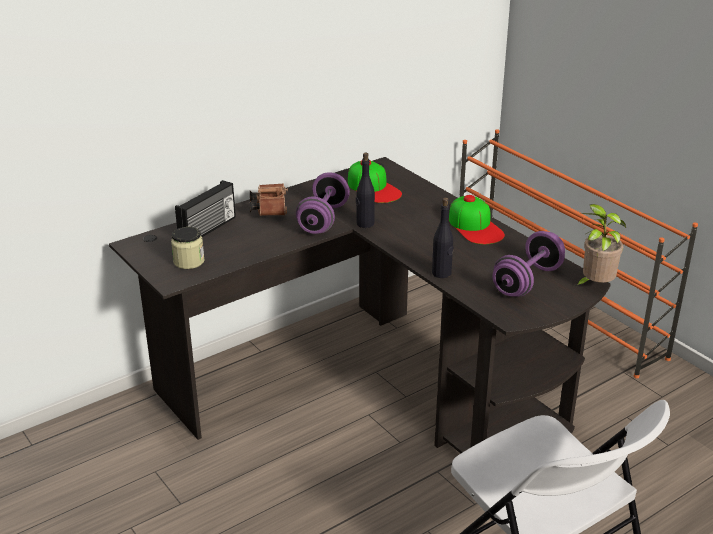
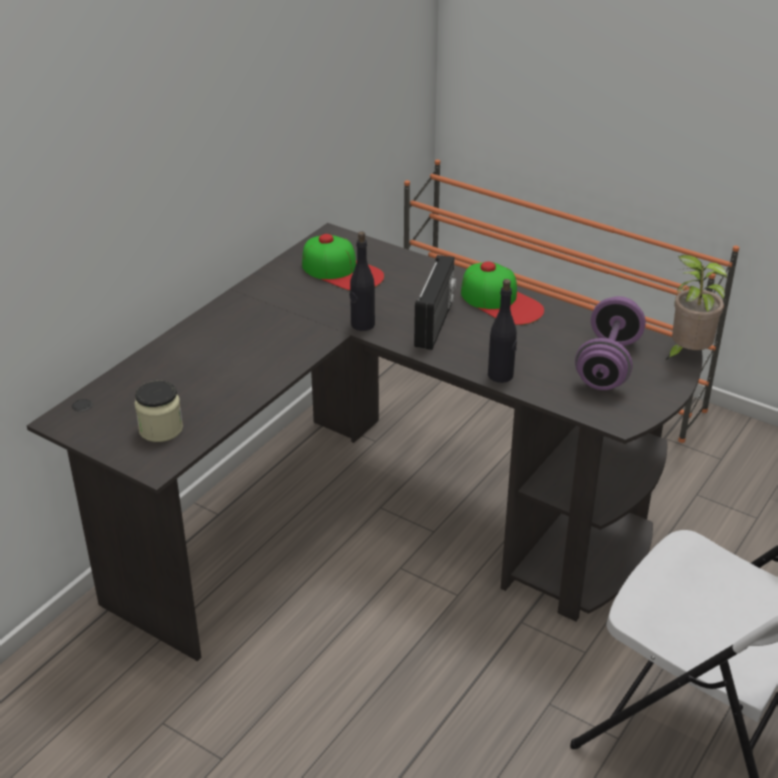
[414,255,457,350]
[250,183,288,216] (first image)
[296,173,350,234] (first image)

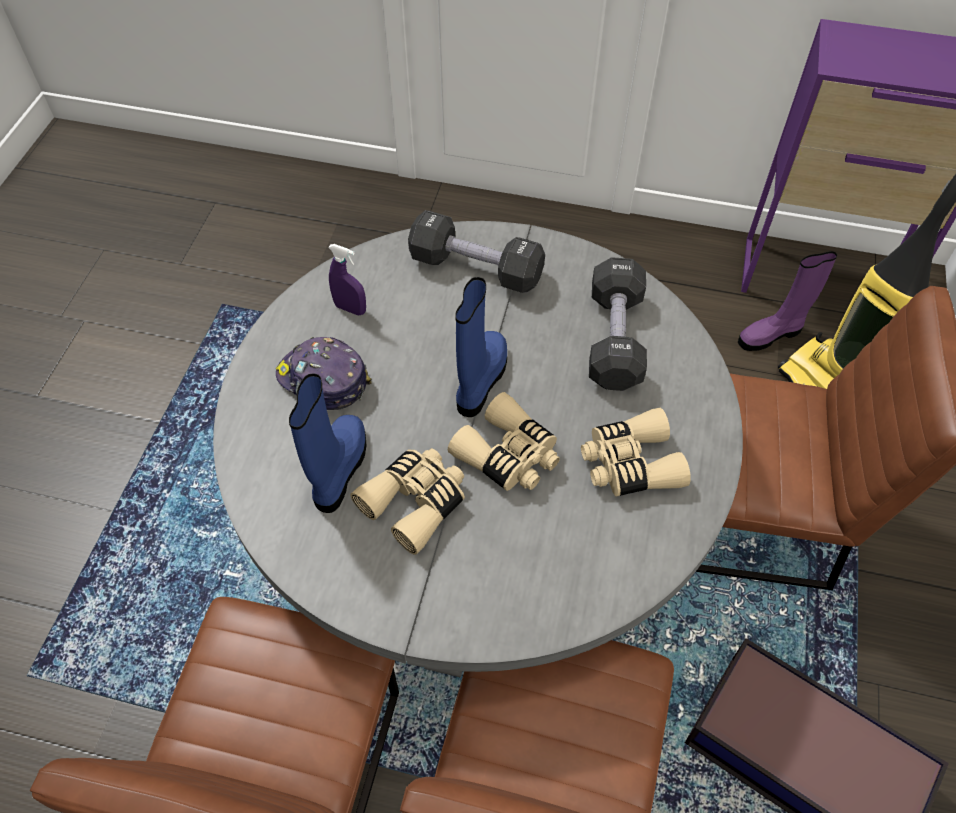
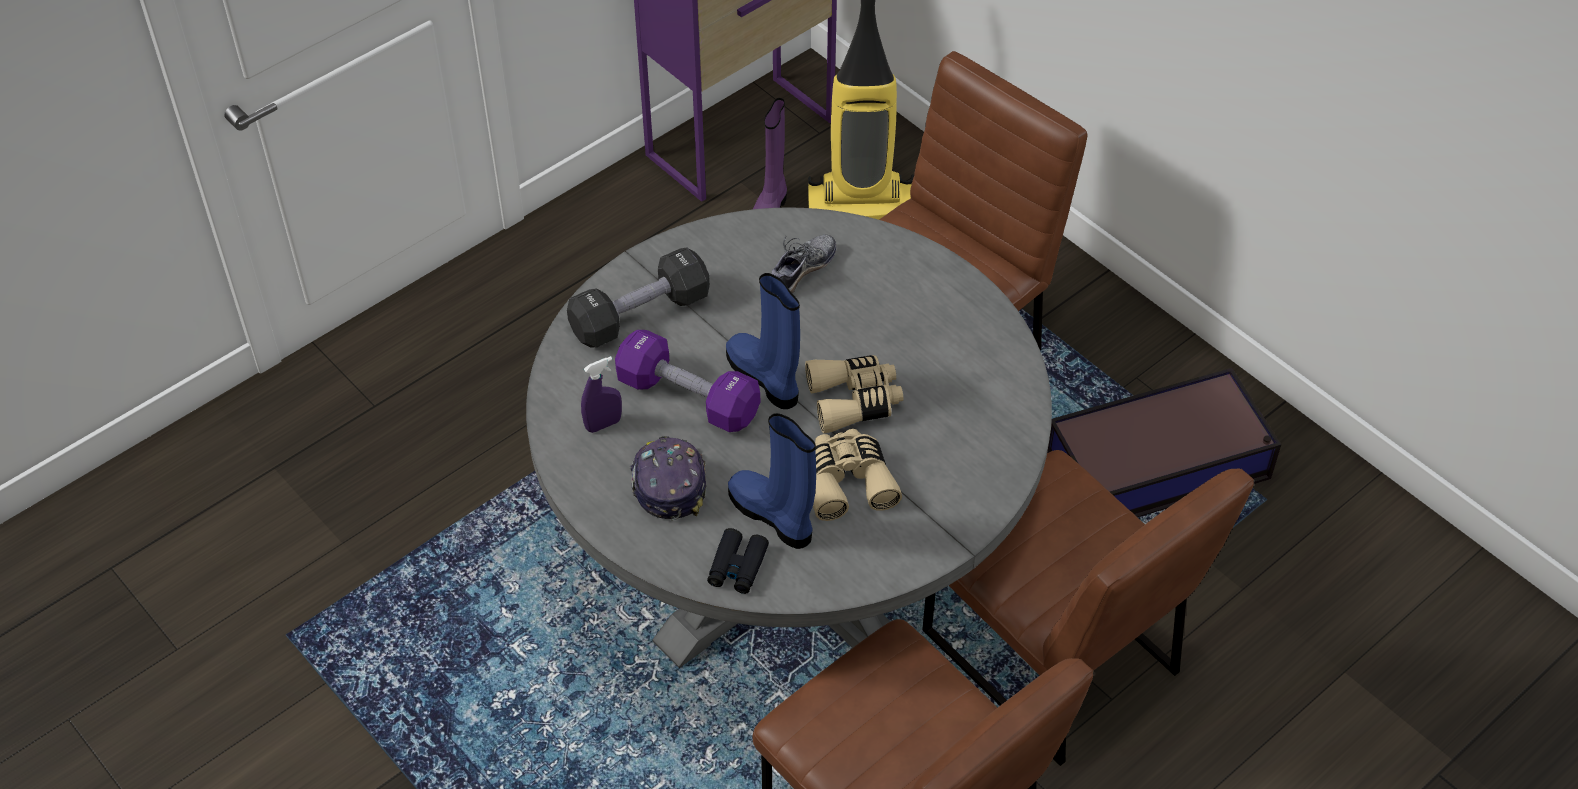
[630,436,707,521]
[581,408,691,497] (first image)
[771,235,836,293]
[615,330,760,432]
[707,528,769,594]

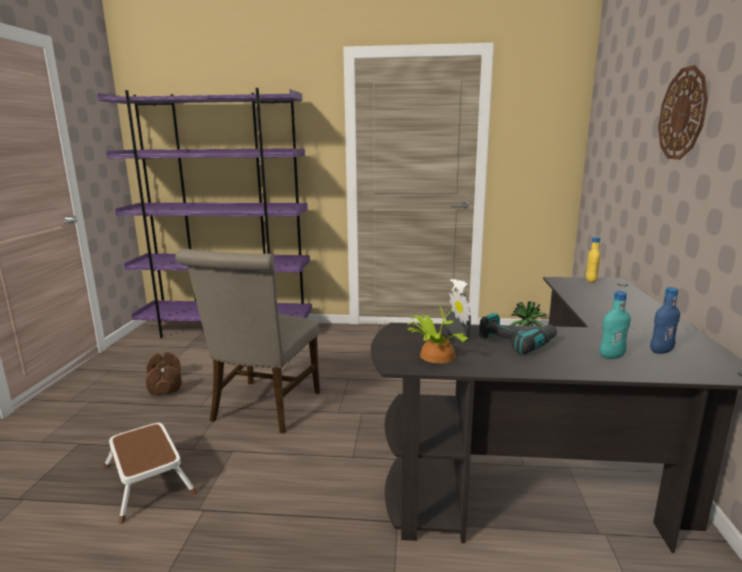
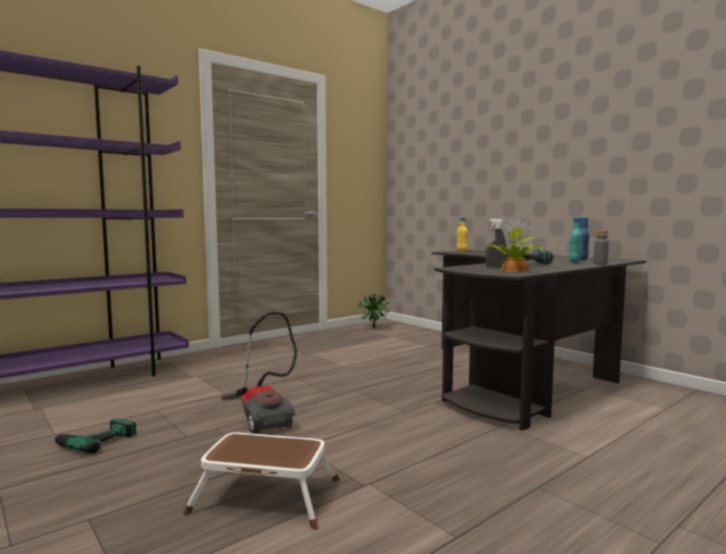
[48,419,136,453]
[221,312,297,434]
[658,65,708,160] (first image)
[593,231,609,265]

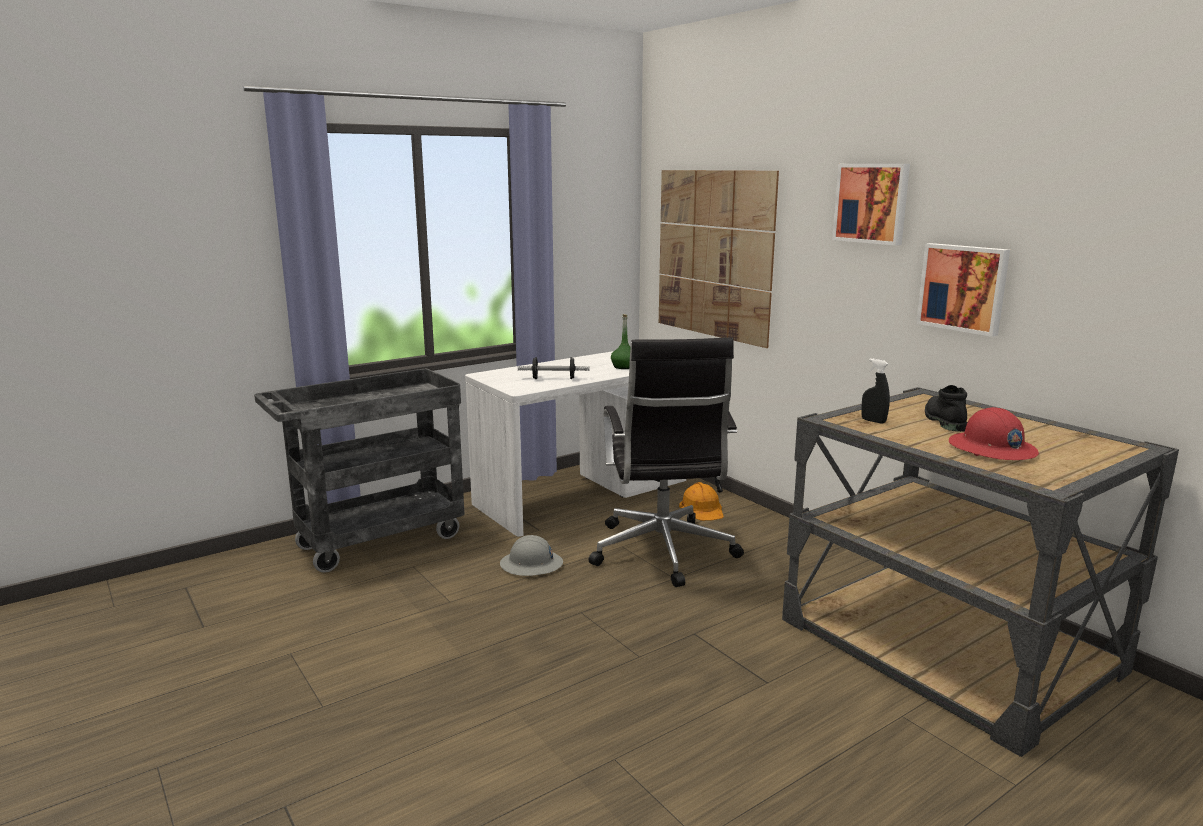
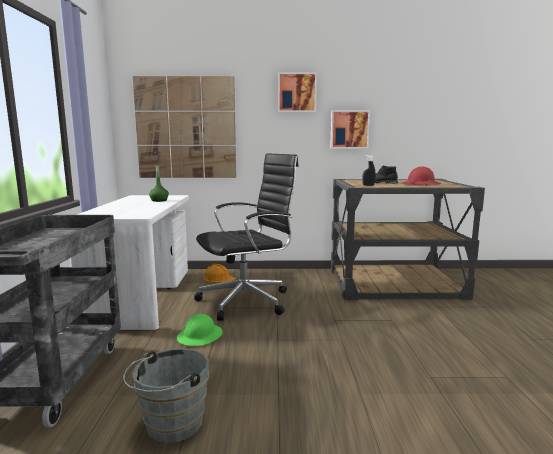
[177,314,223,346]
[518,357,590,379] (first image)
[194,153,299,321]
[123,348,209,443]

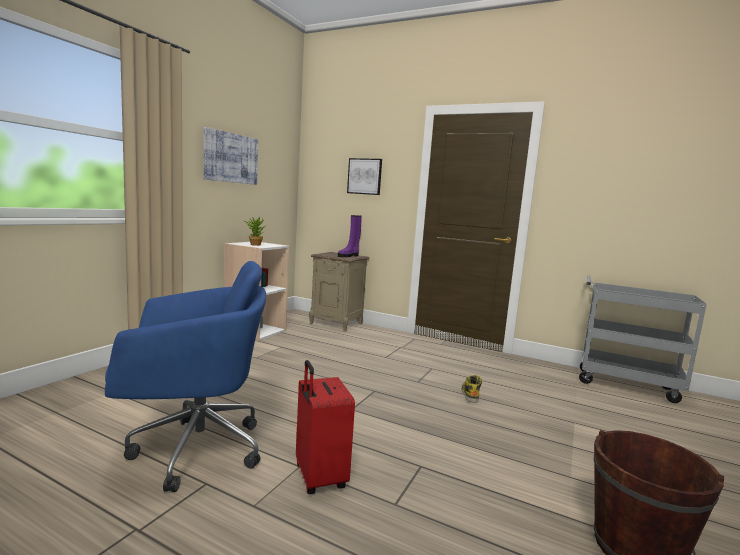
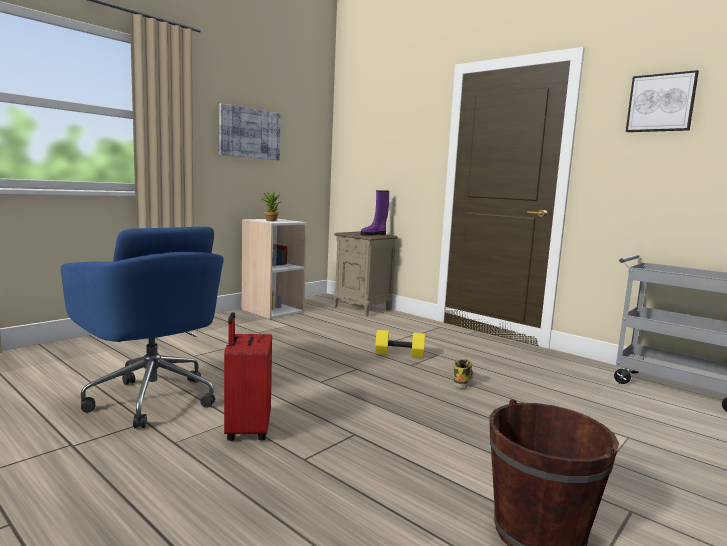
[61,227,224,428]
[626,70,699,132]
[375,330,425,358]

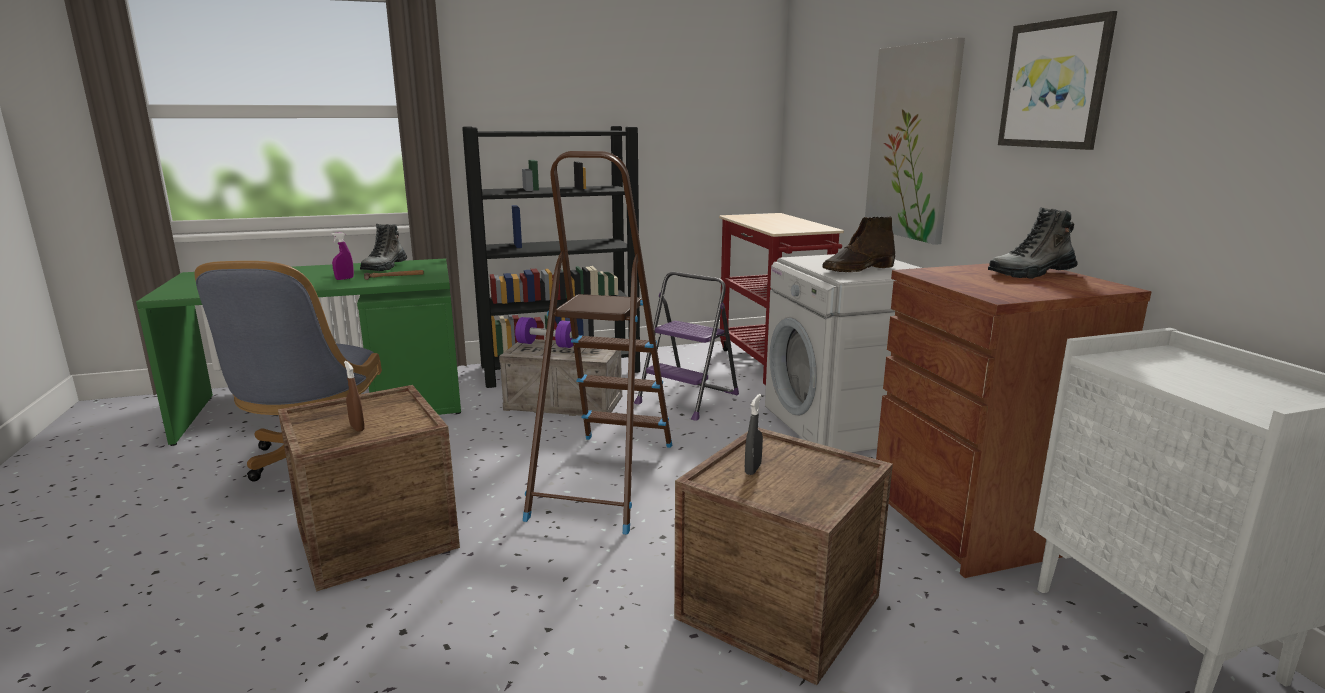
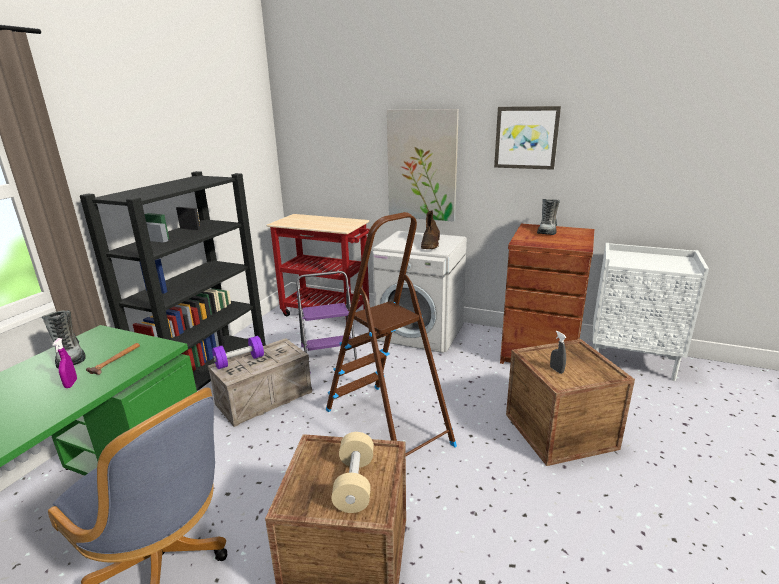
[331,432,374,513]

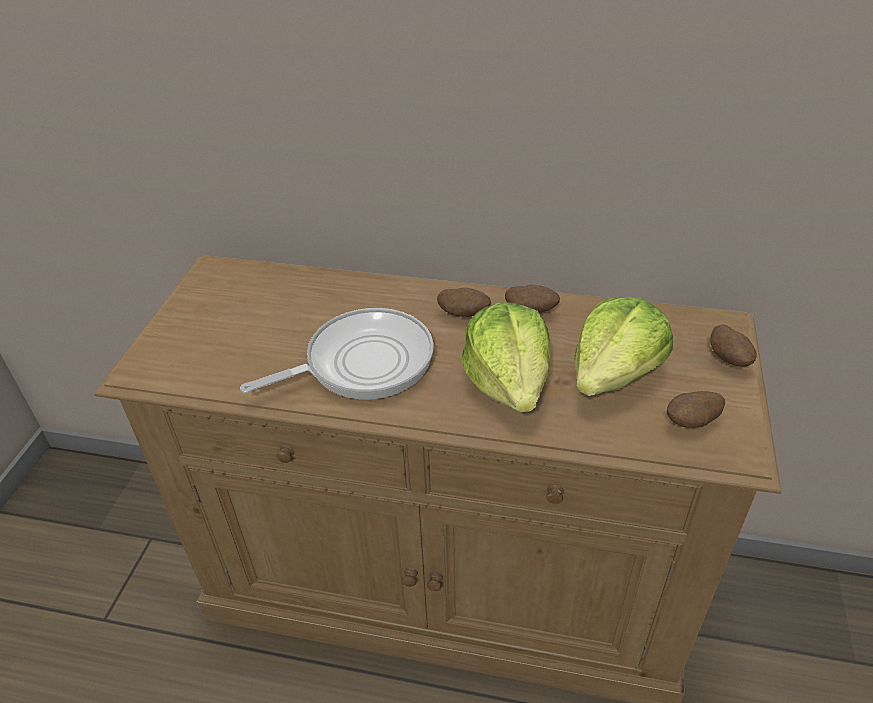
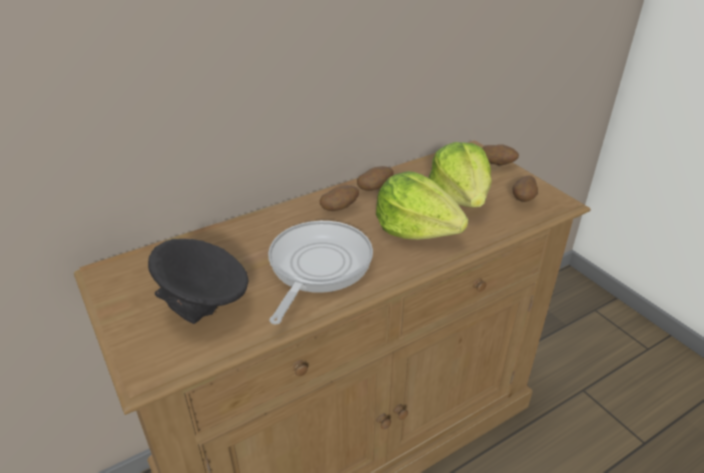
[148,239,248,324]

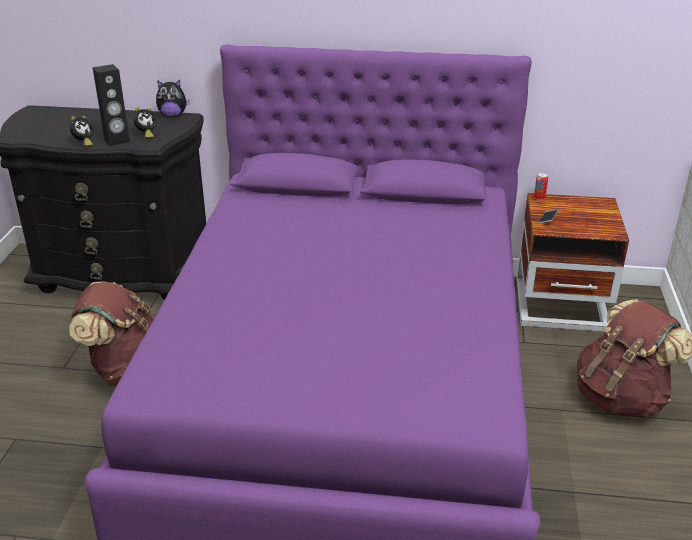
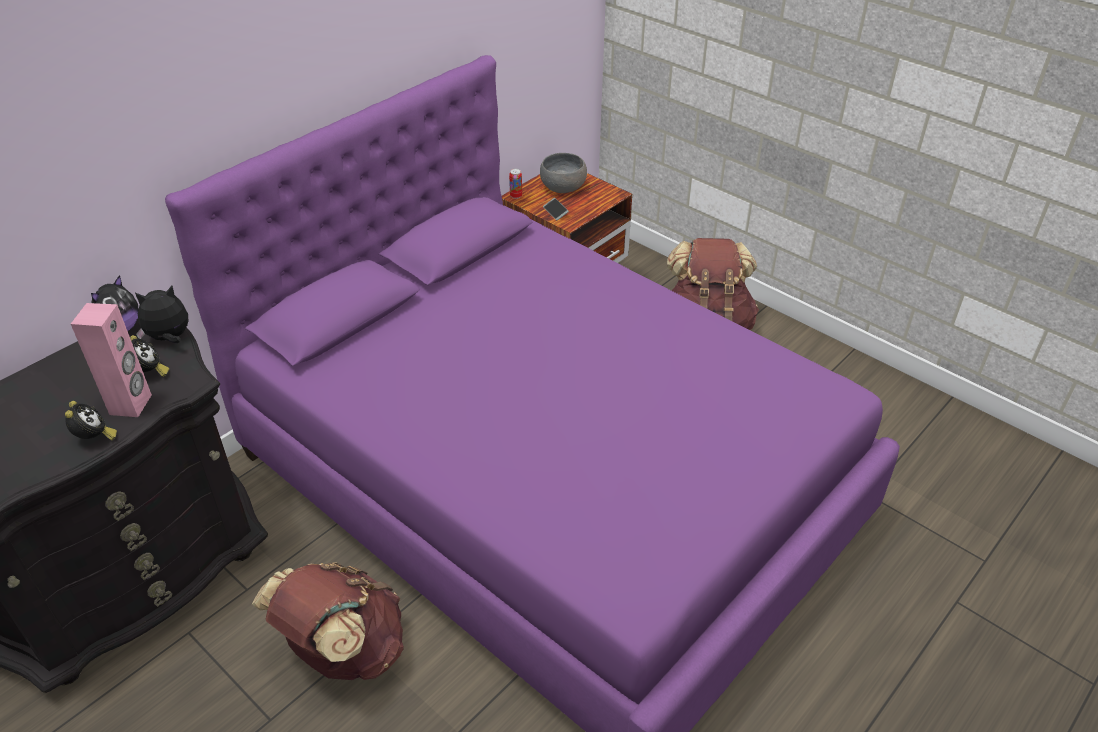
[71,303,152,417]
[135,286,188,343]
[540,153,587,193]

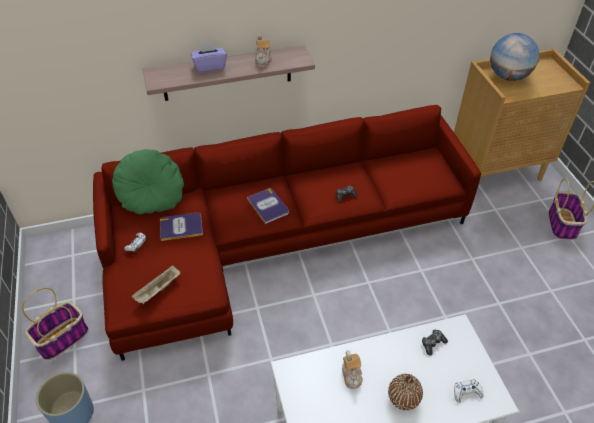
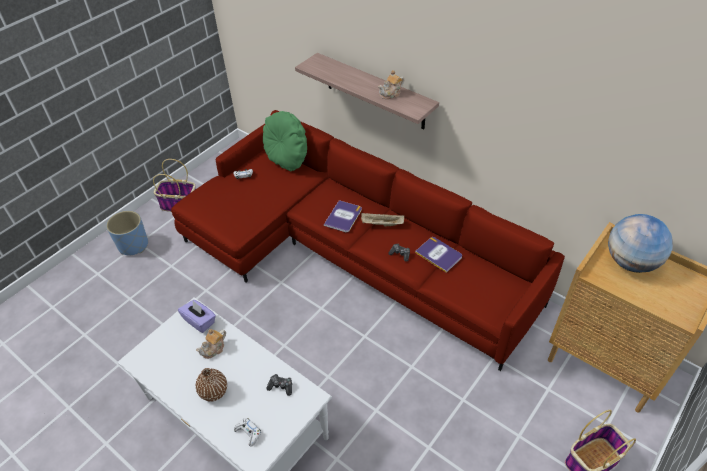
[361,213,404,226]
[415,237,462,273]
[178,300,216,333]

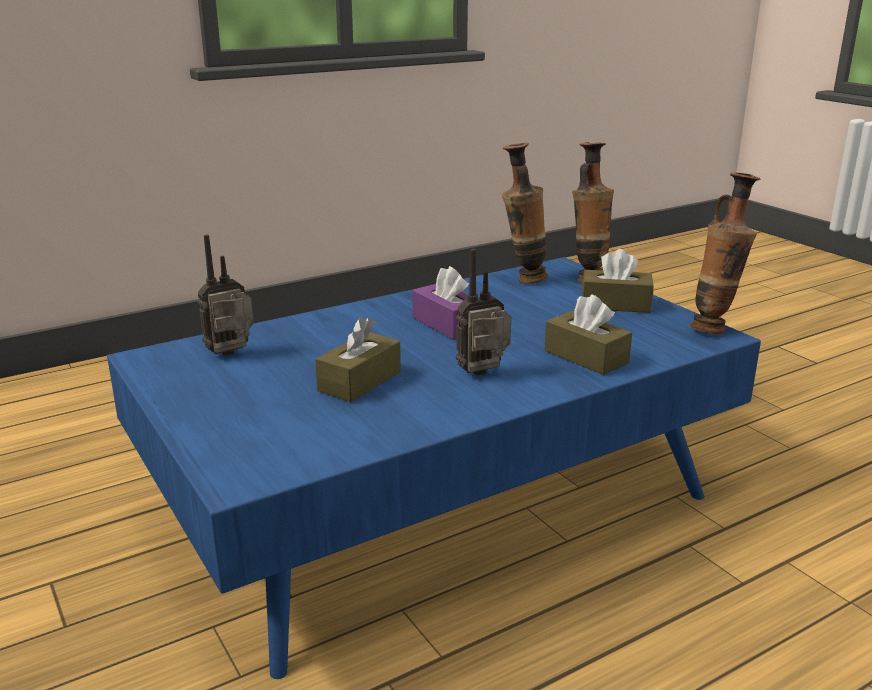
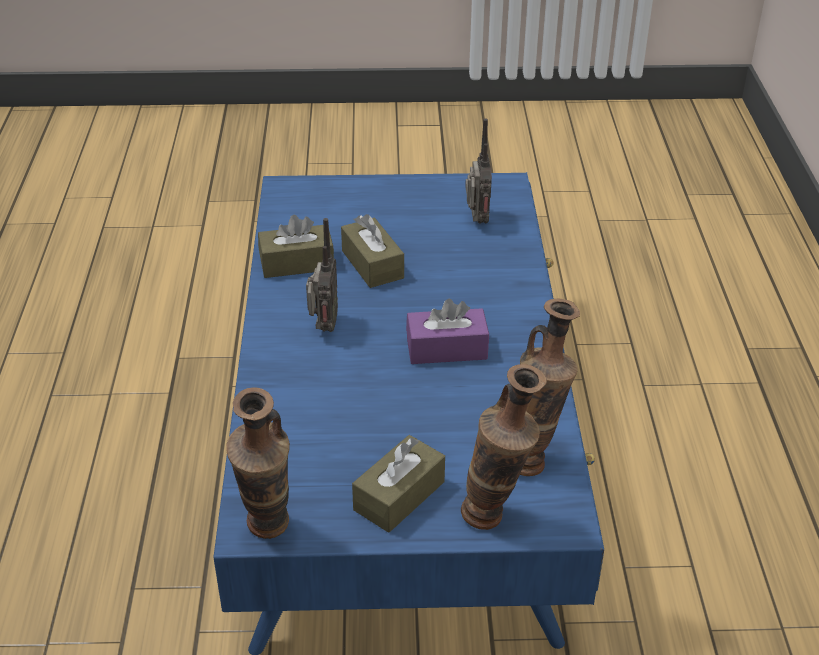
[258,215,334,278]

